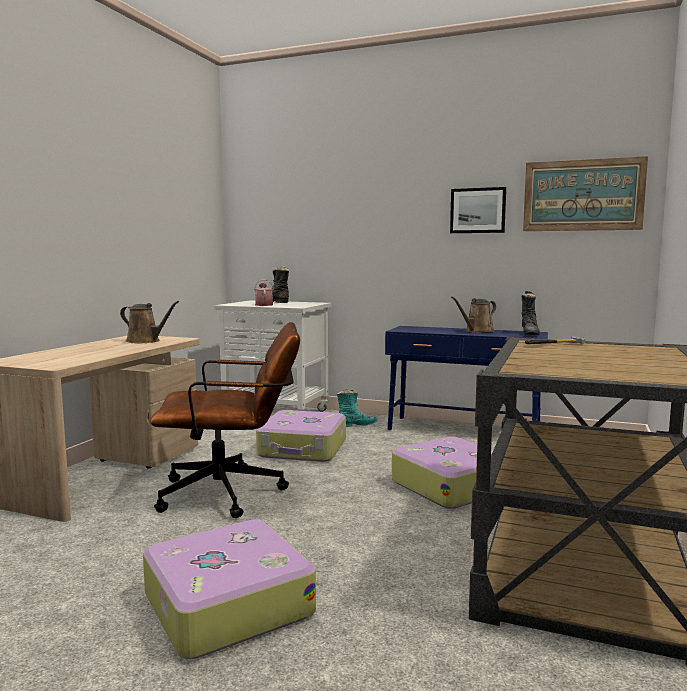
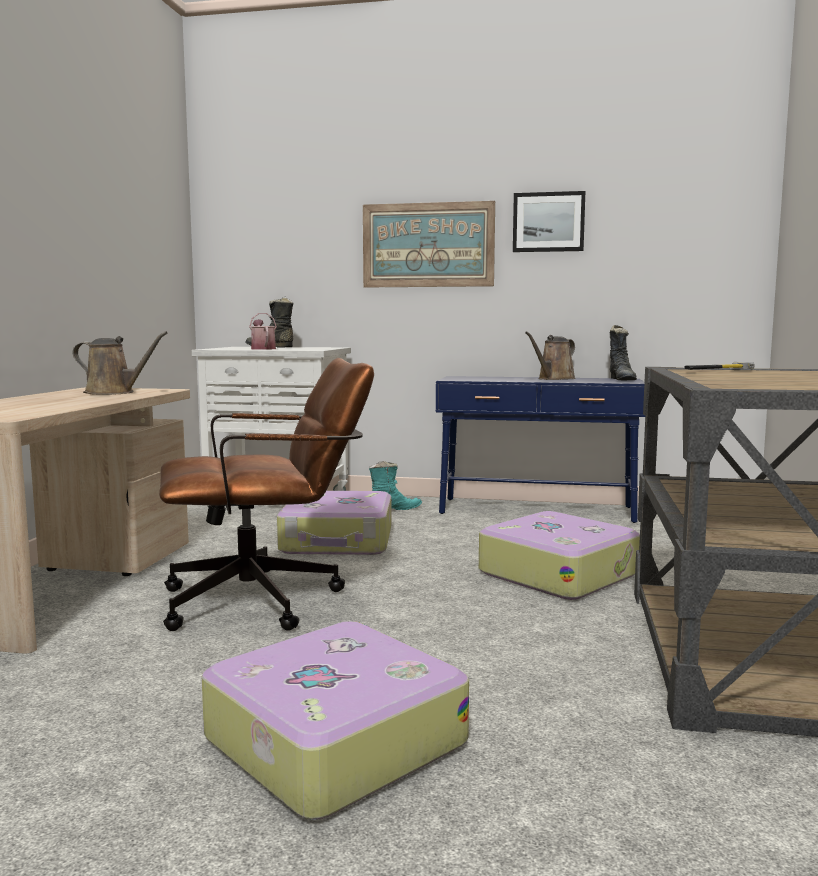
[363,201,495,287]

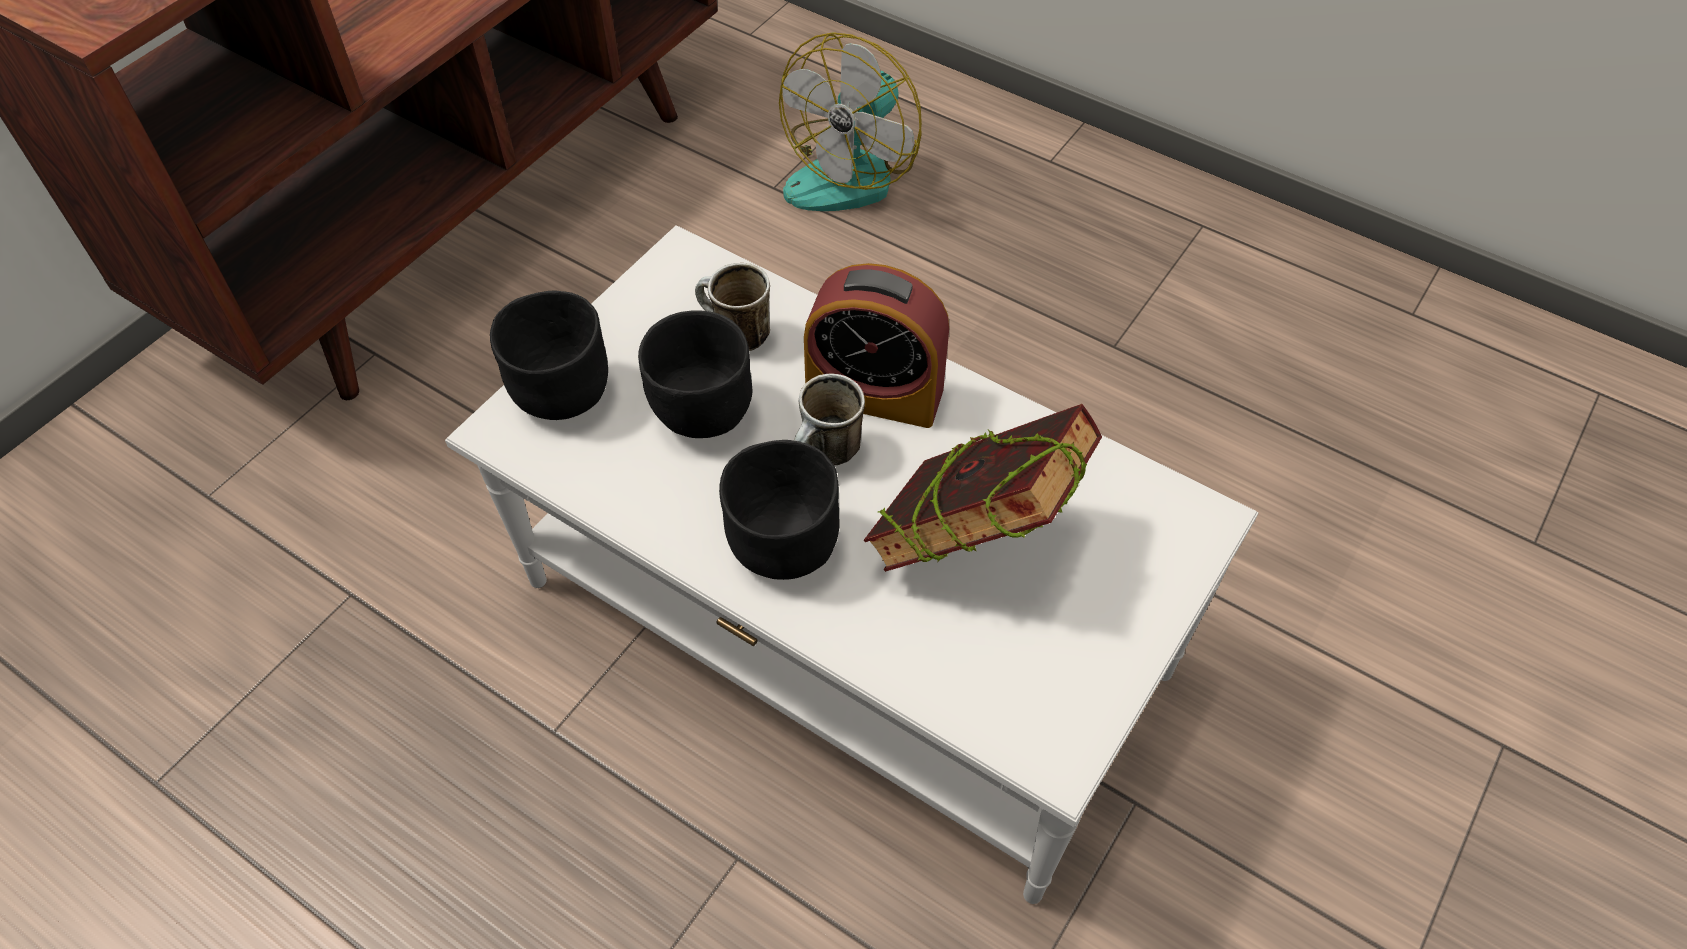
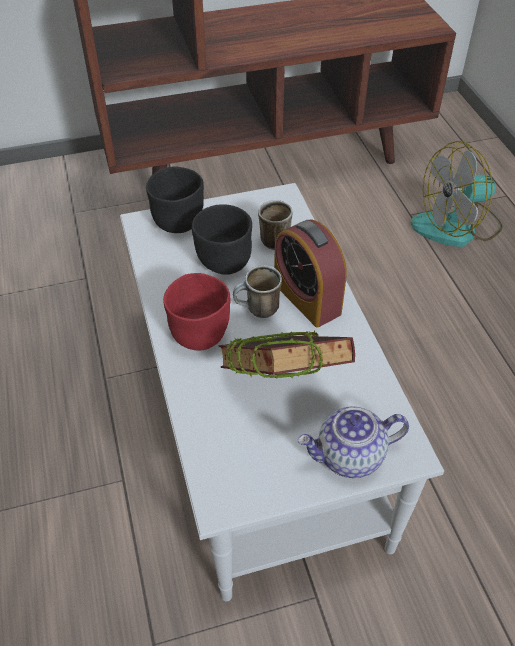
[163,273,231,350]
[297,407,409,478]

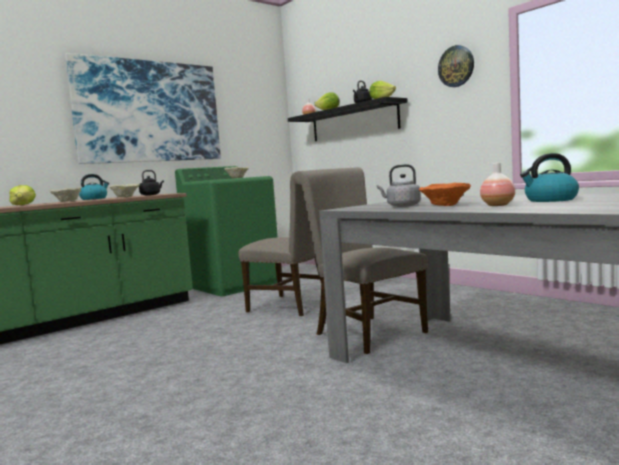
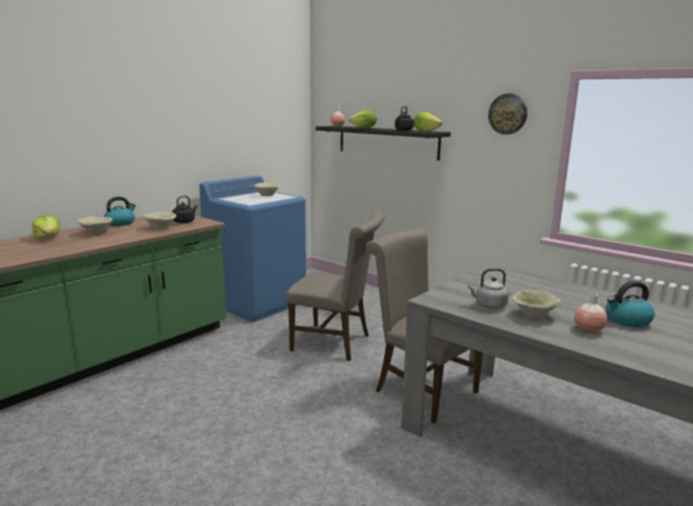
[65,53,221,164] (first image)
[199,176,306,322]
[512,290,561,319]

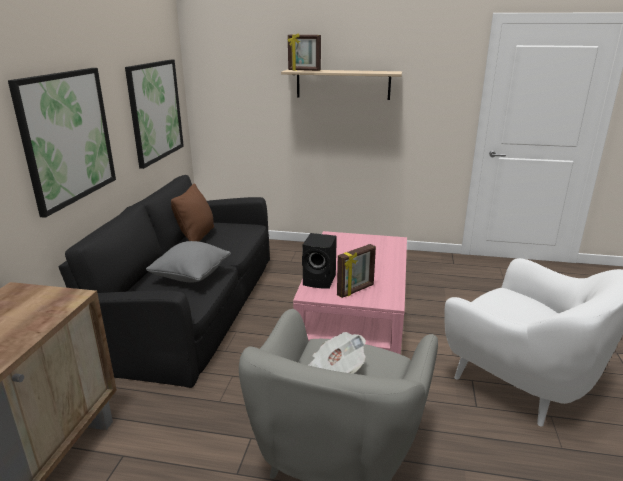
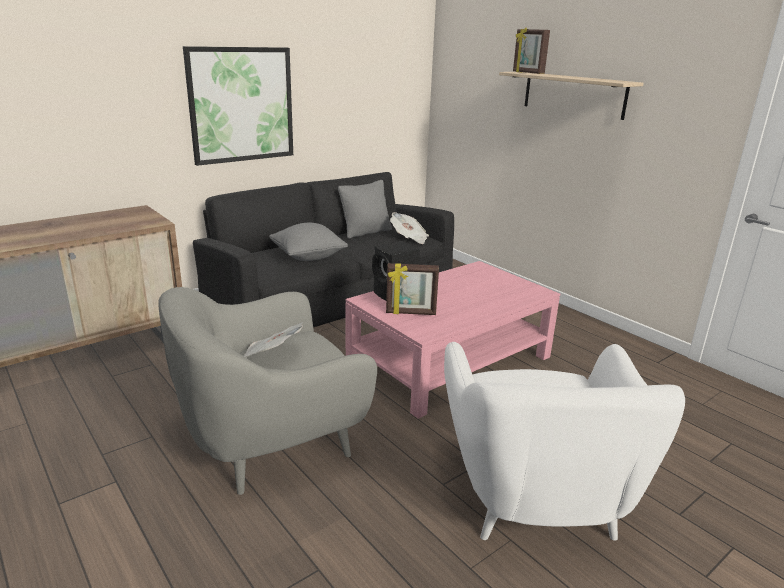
[125,60,184,169] (first image)
[338,180,392,239]
[390,212,429,244]

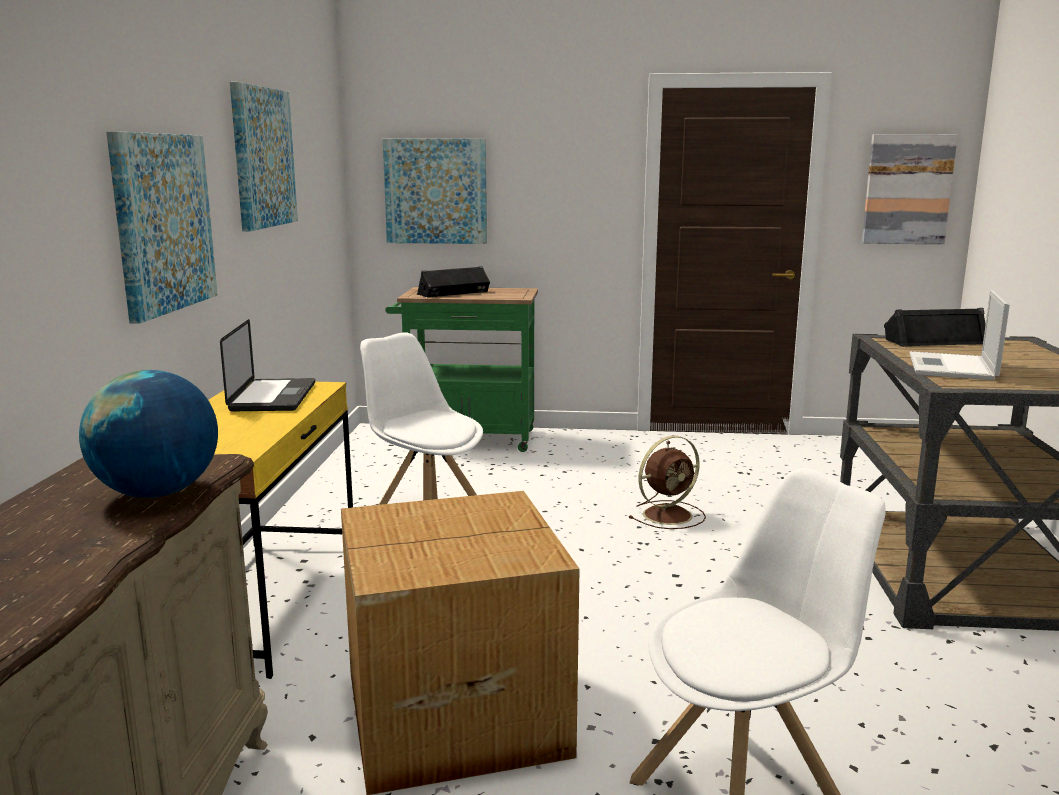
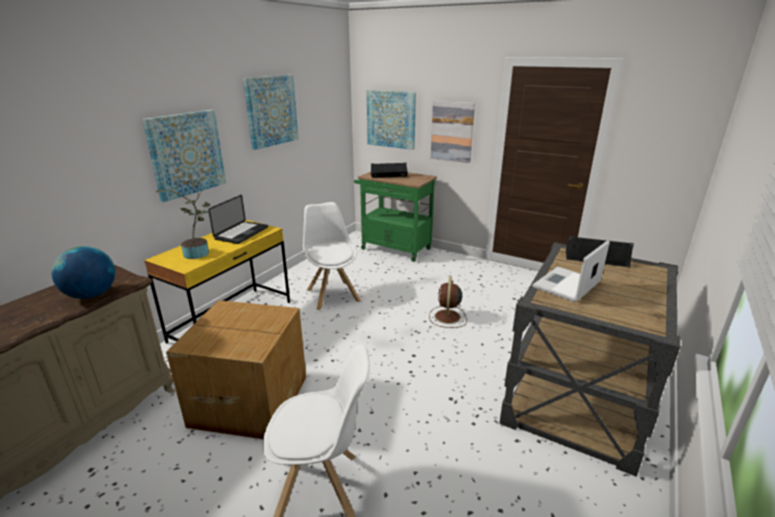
[429,276,467,328]
[431,101,475,163]
[156,175,210,259]

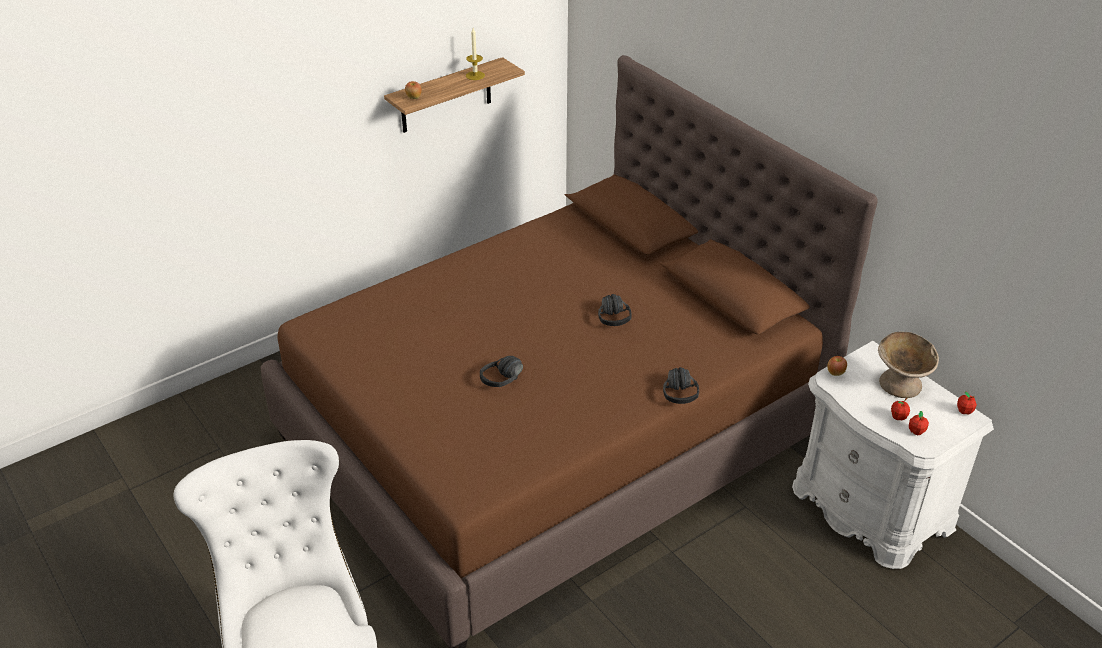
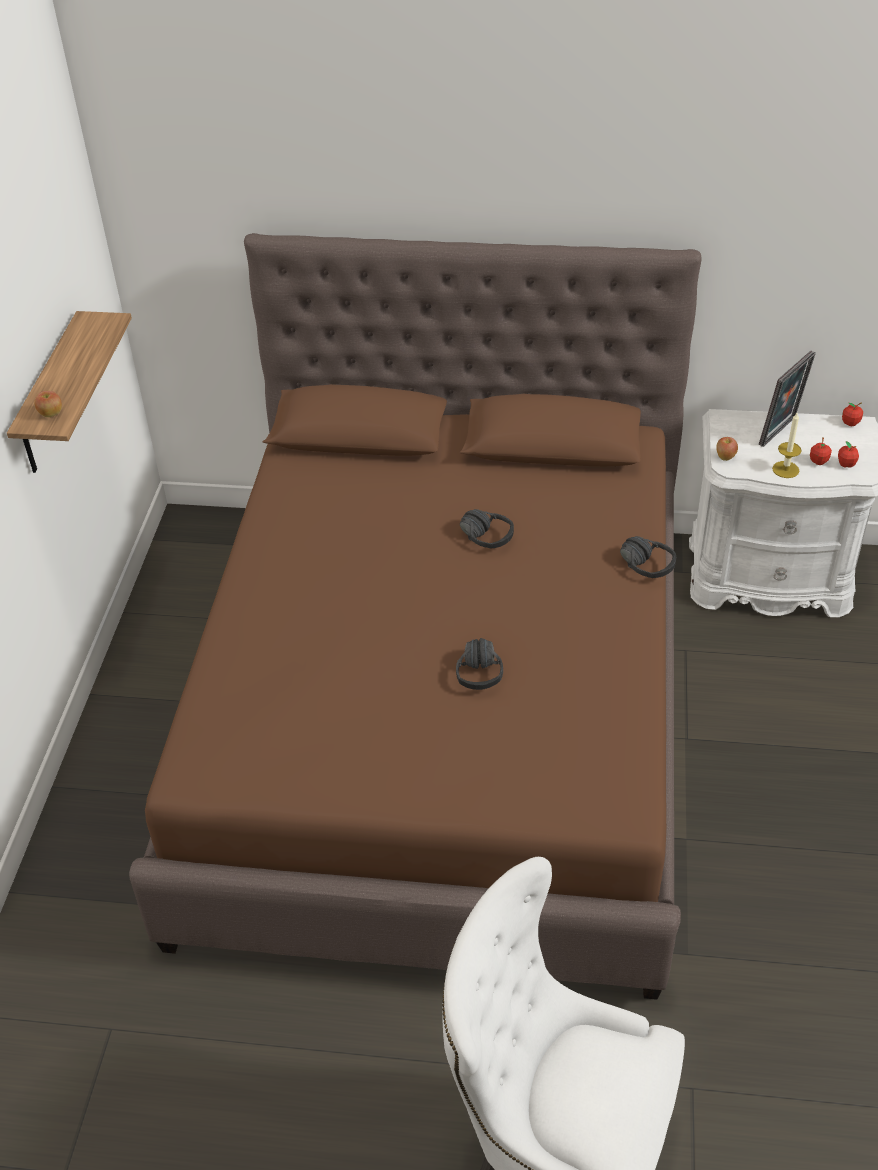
[772,413,802,478]
[759,351,816,447]

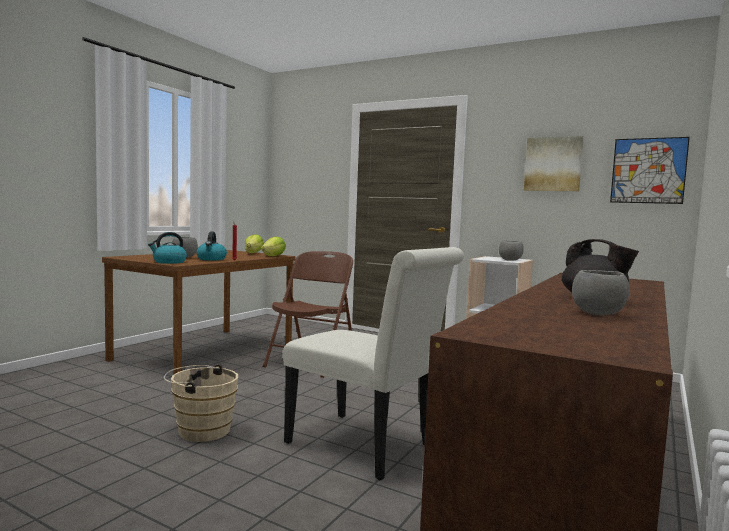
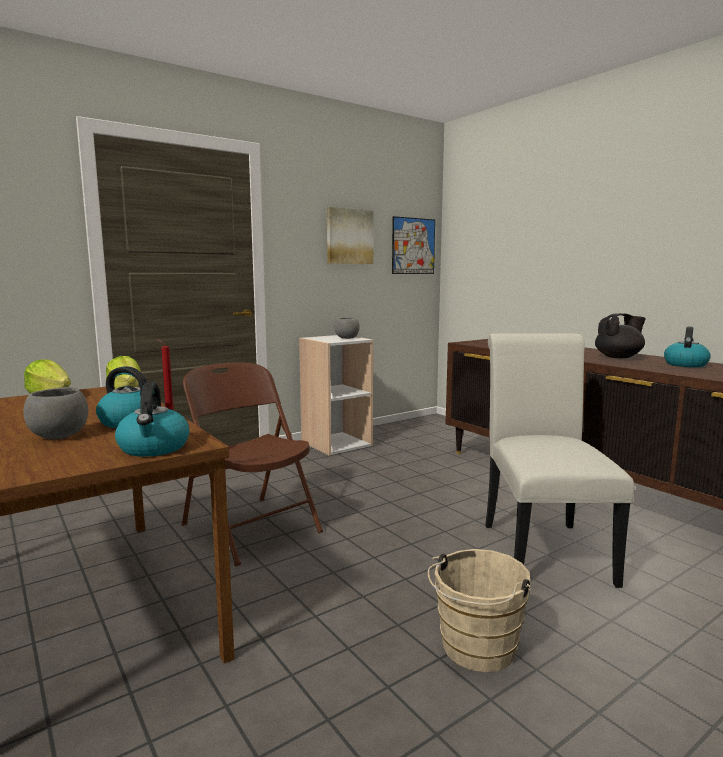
[485,334,634,588]
[664,327,711,367]

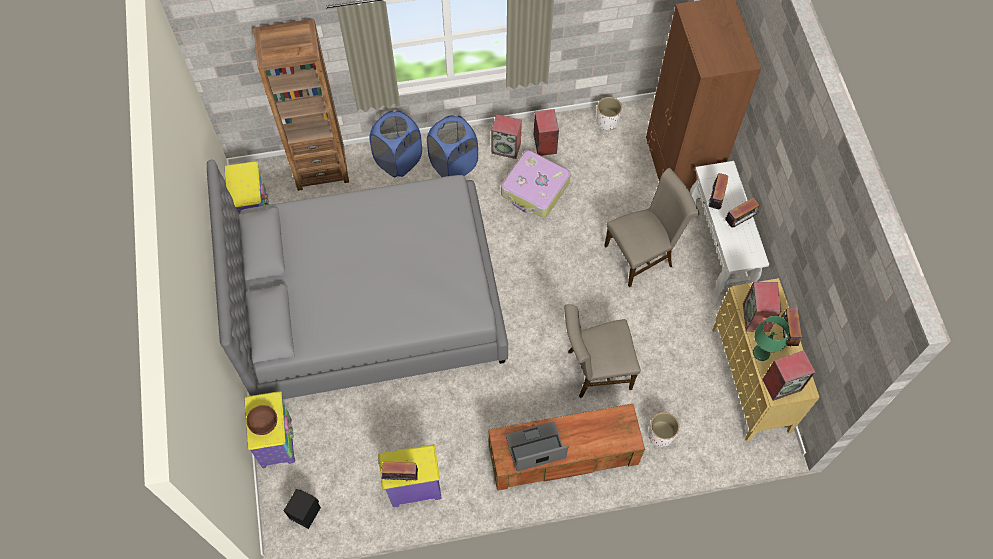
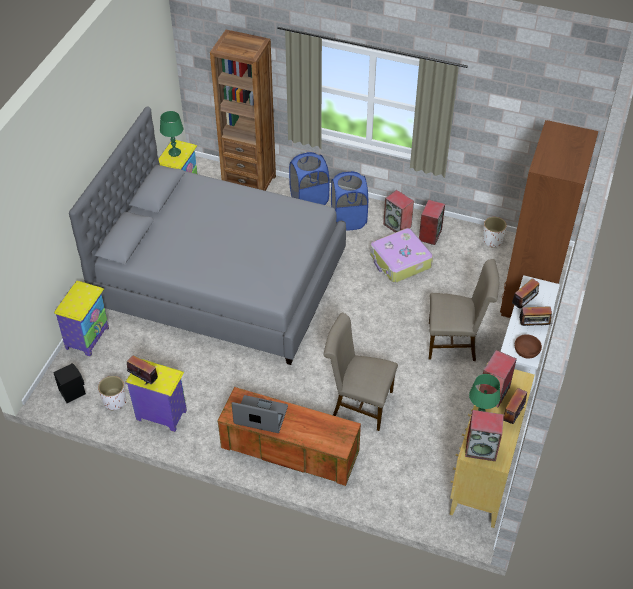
[515,334,542,358]
[98,376,126,411]
[160,111,183,157]

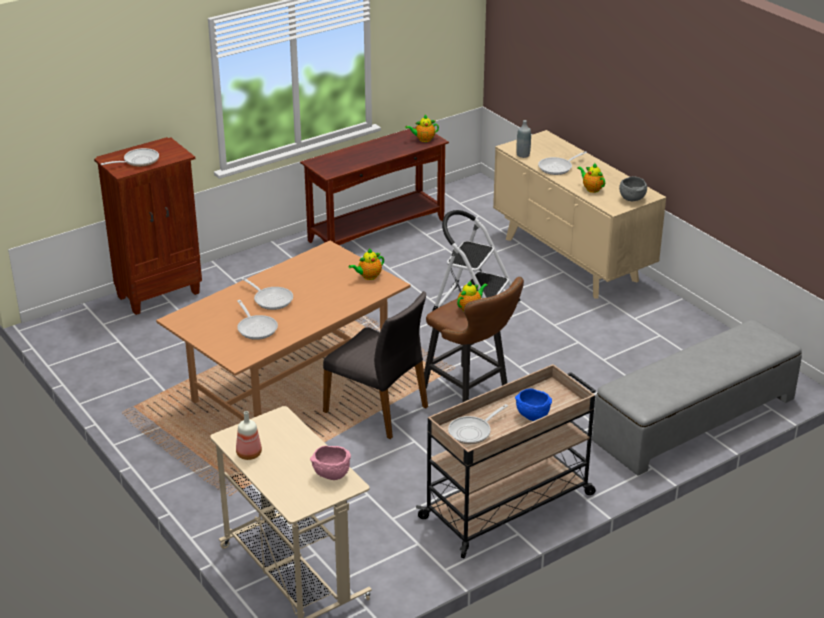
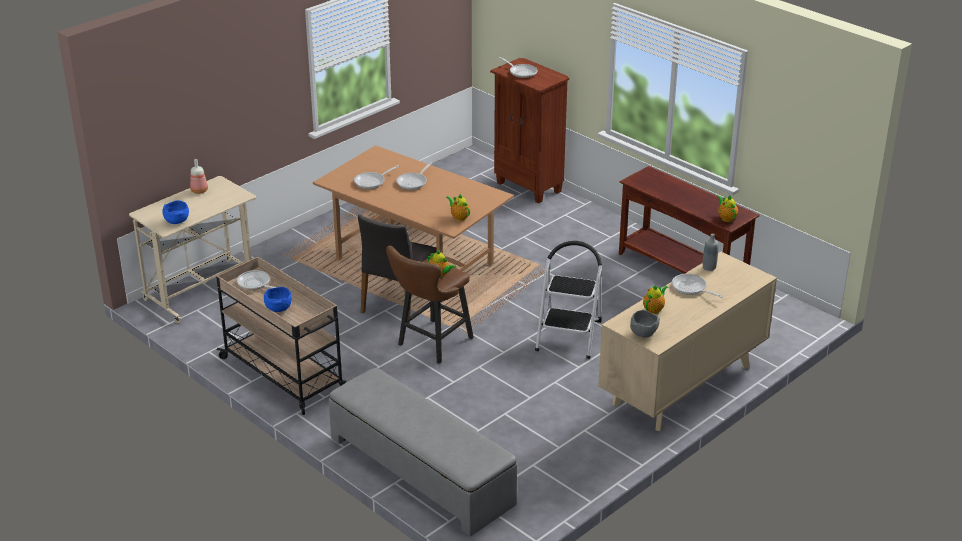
[162,200,189,224]

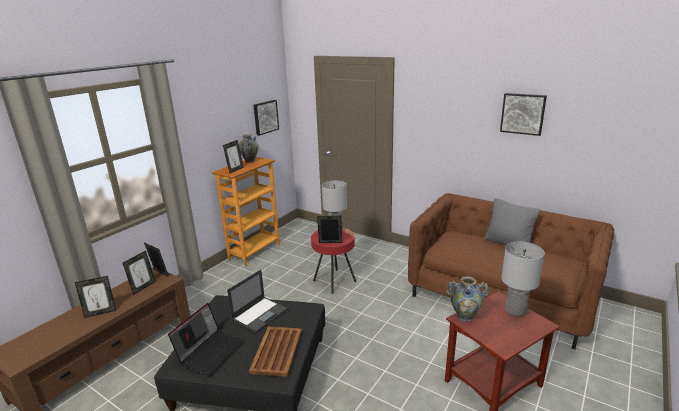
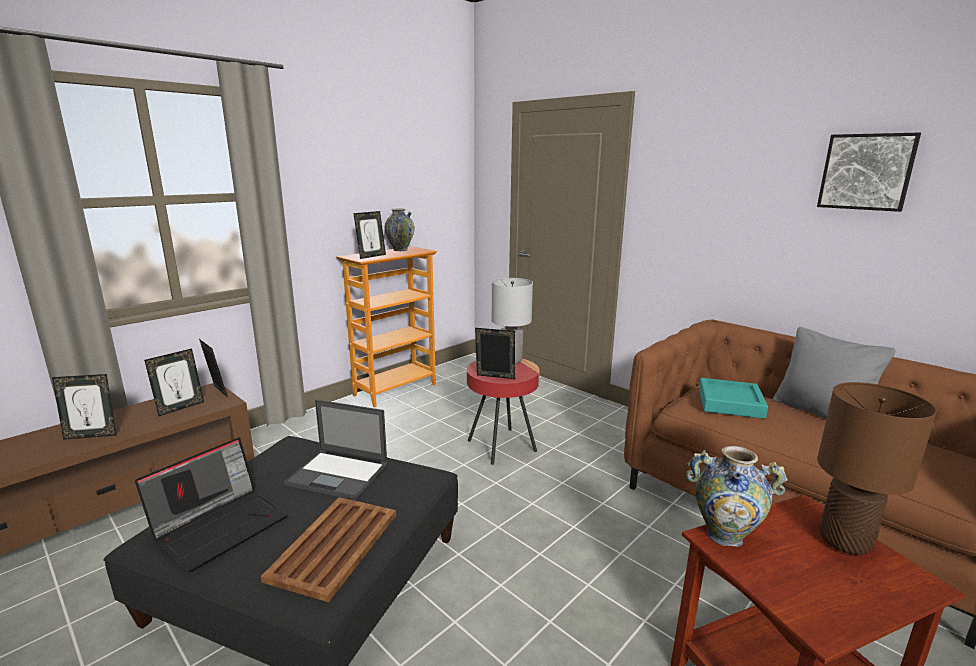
[284,399,388,500]
[254,100,279,136] (first image)
[817,382,937,555]
[699,378,768,419]

